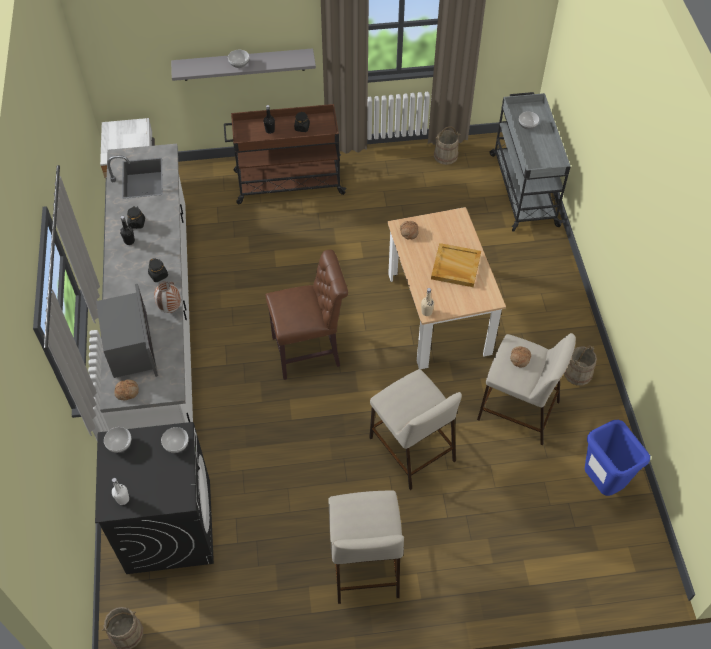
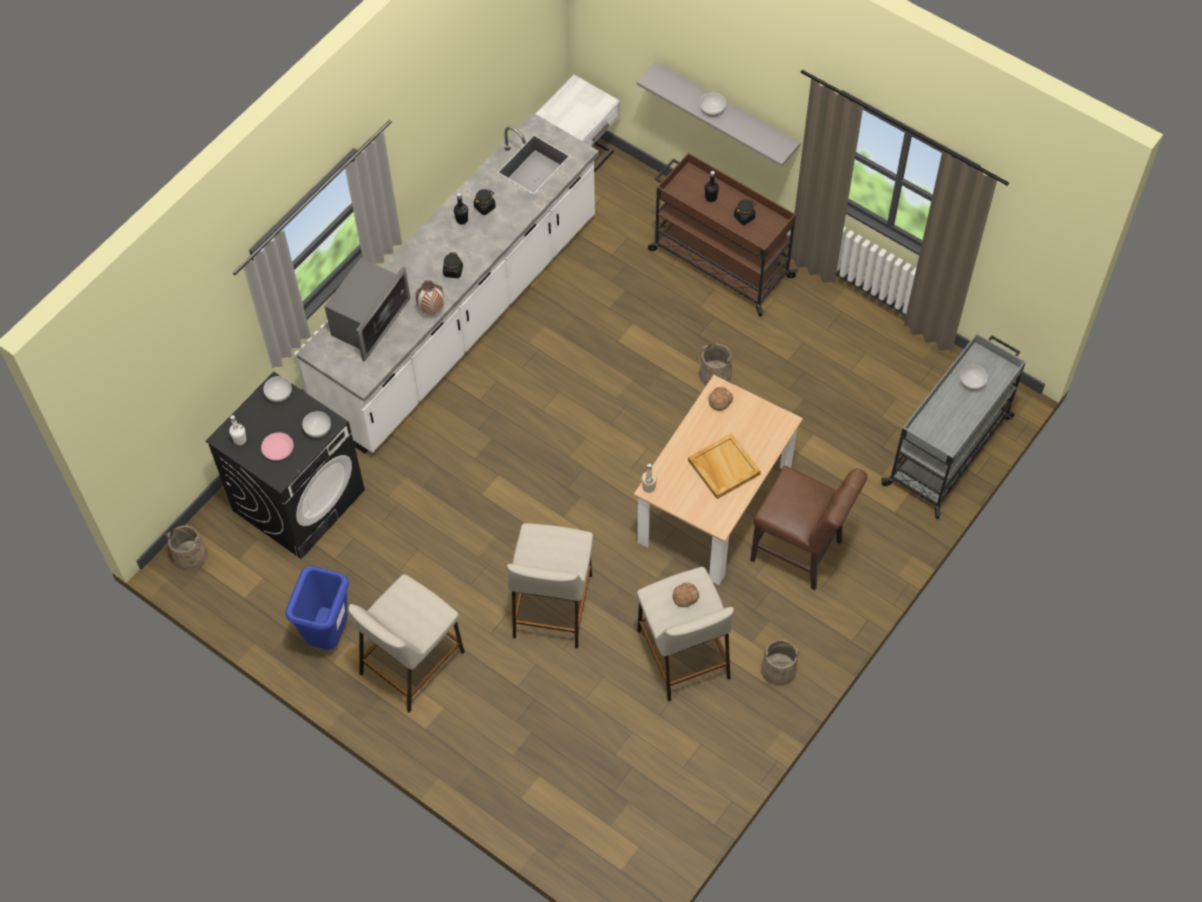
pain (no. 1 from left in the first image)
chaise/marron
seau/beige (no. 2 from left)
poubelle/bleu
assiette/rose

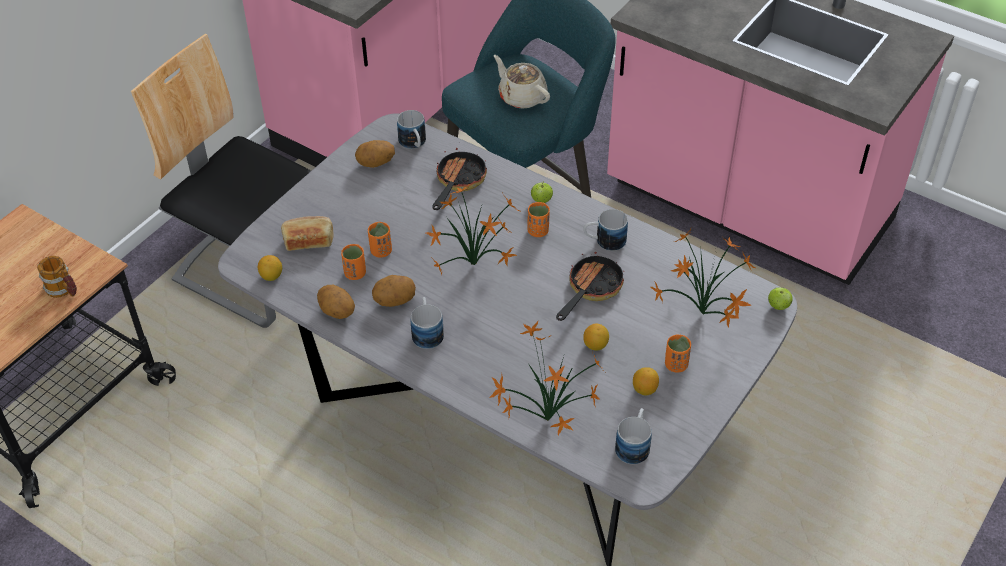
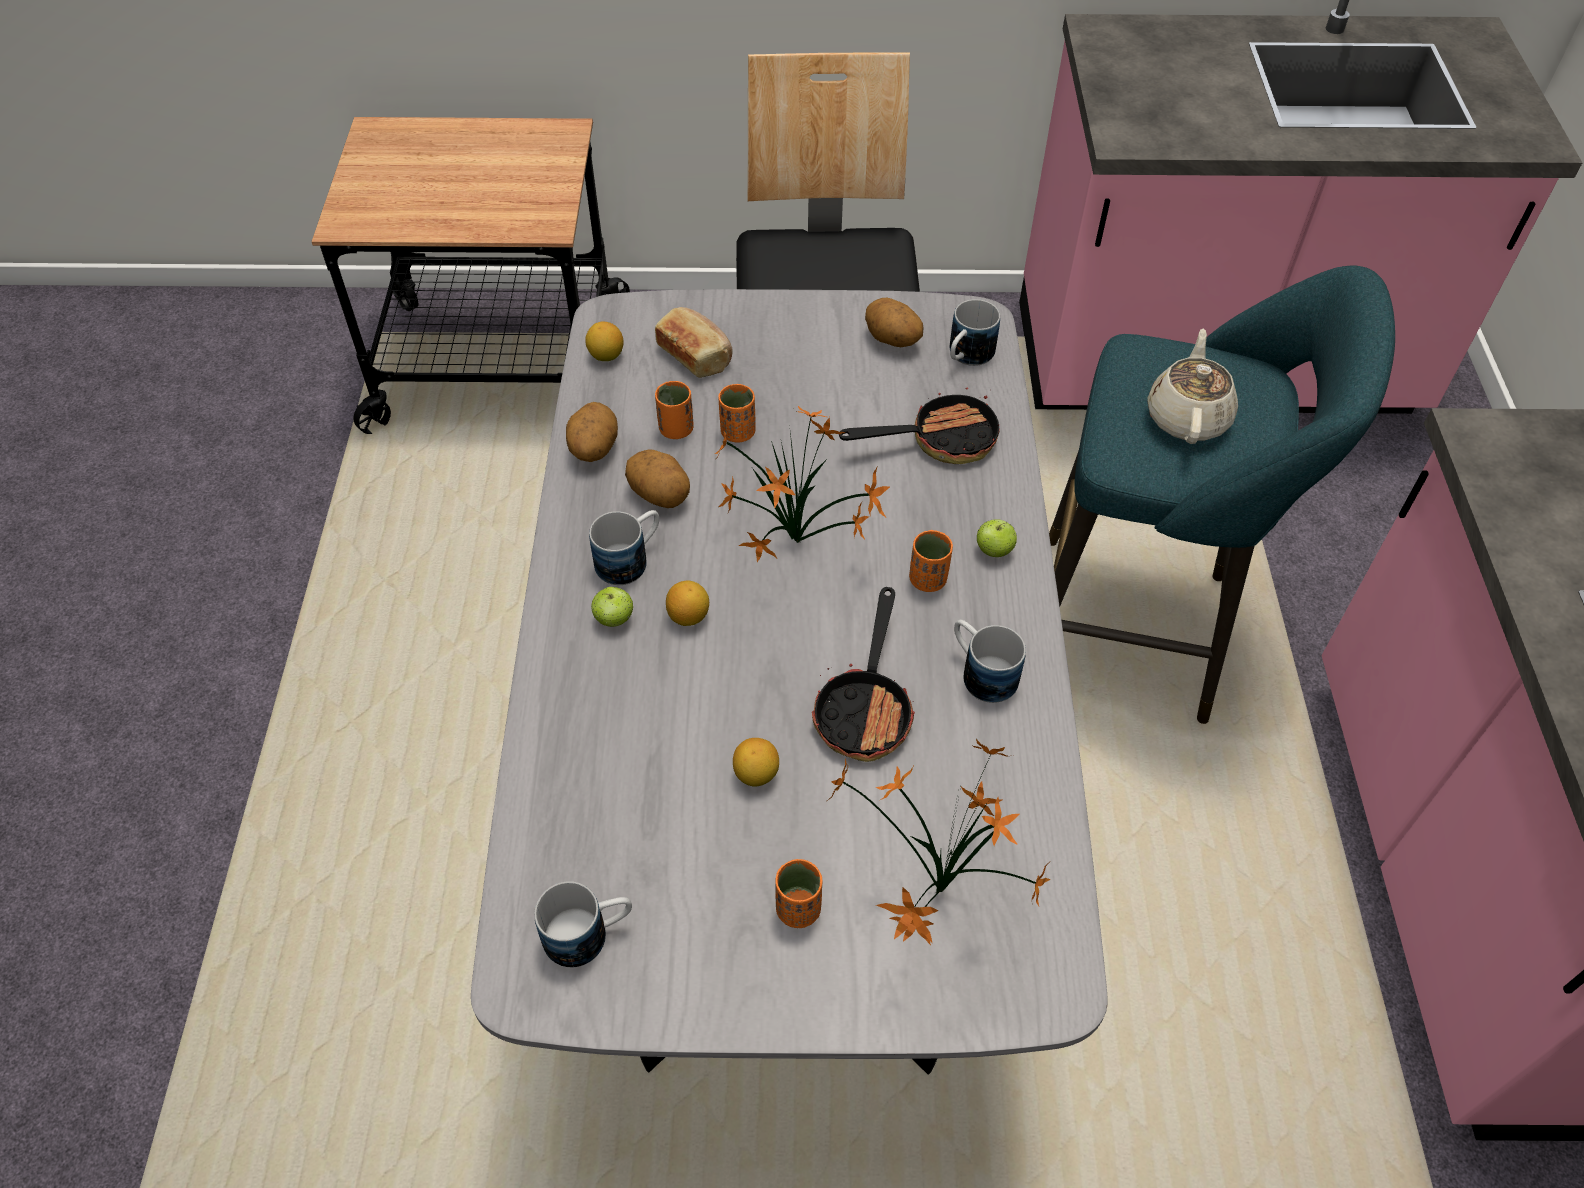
mug (no. 1 from left in the first image)
plante en pot (no. 2 from left in the first image)
poêle (no. 1 from left)
citron (no. 2 from left)
pomme (no. 1 from left)

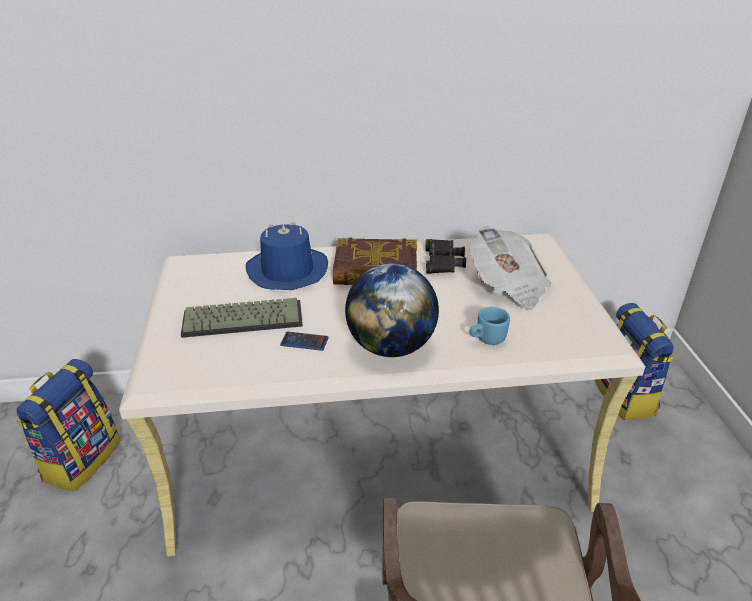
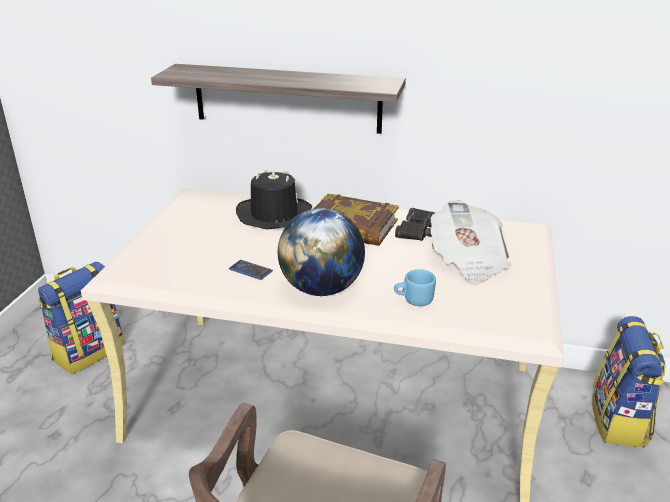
clavier
chapeau/noir
étagère

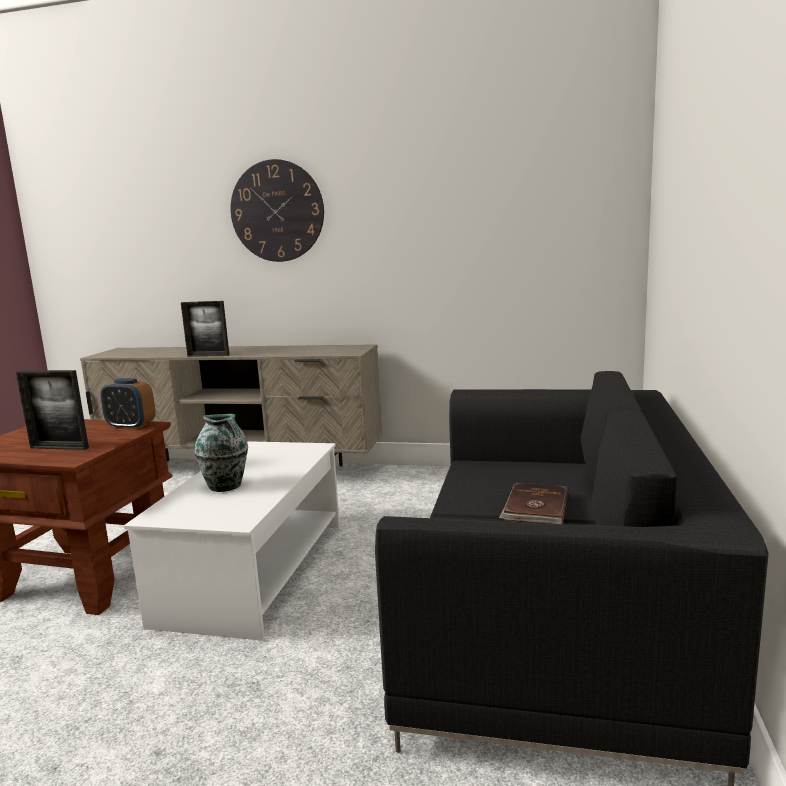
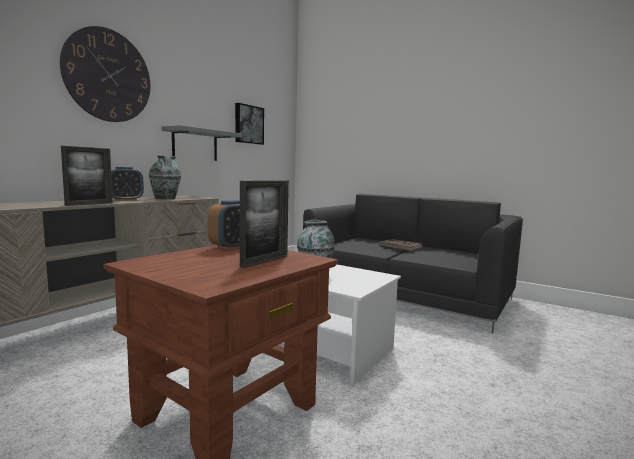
réveil (no. 1 from left)
vase (no. 1 from left)
étagère/gris
tableau

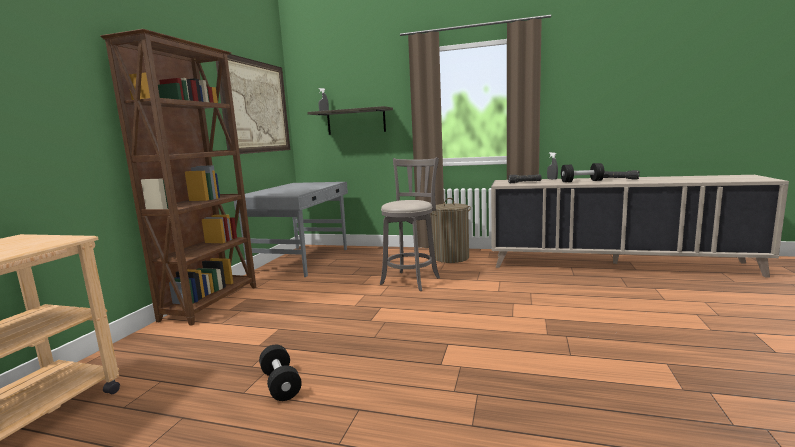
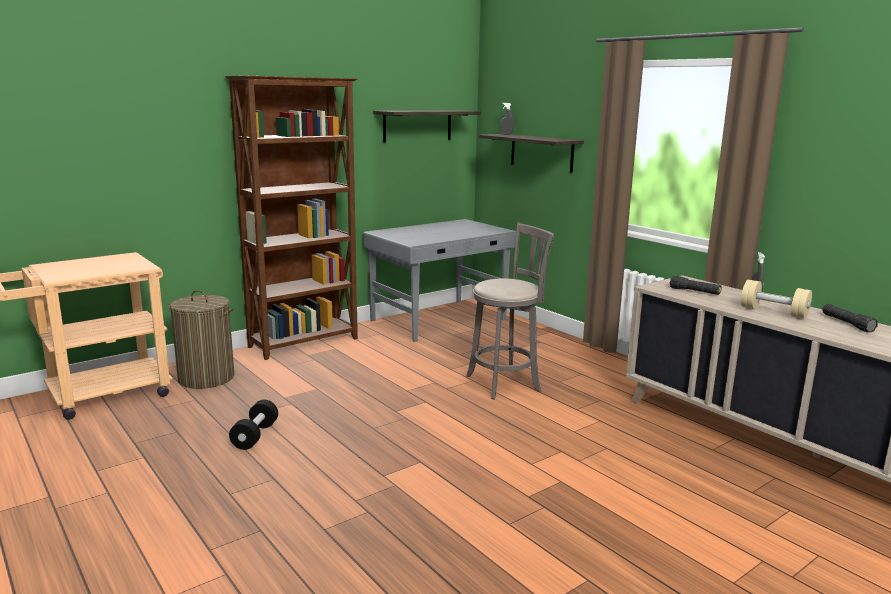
étagère (no. 1 from left)
panier à linge
haltère/beige

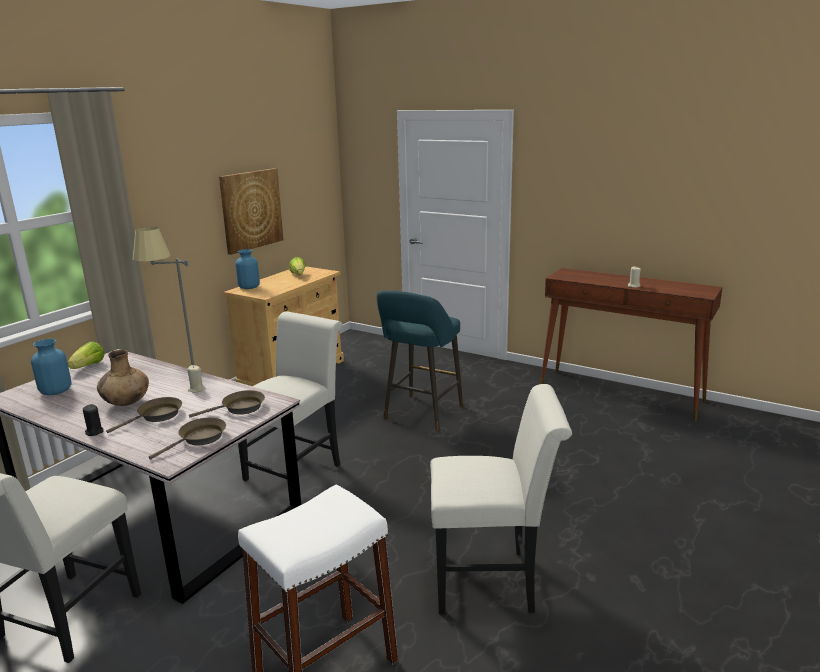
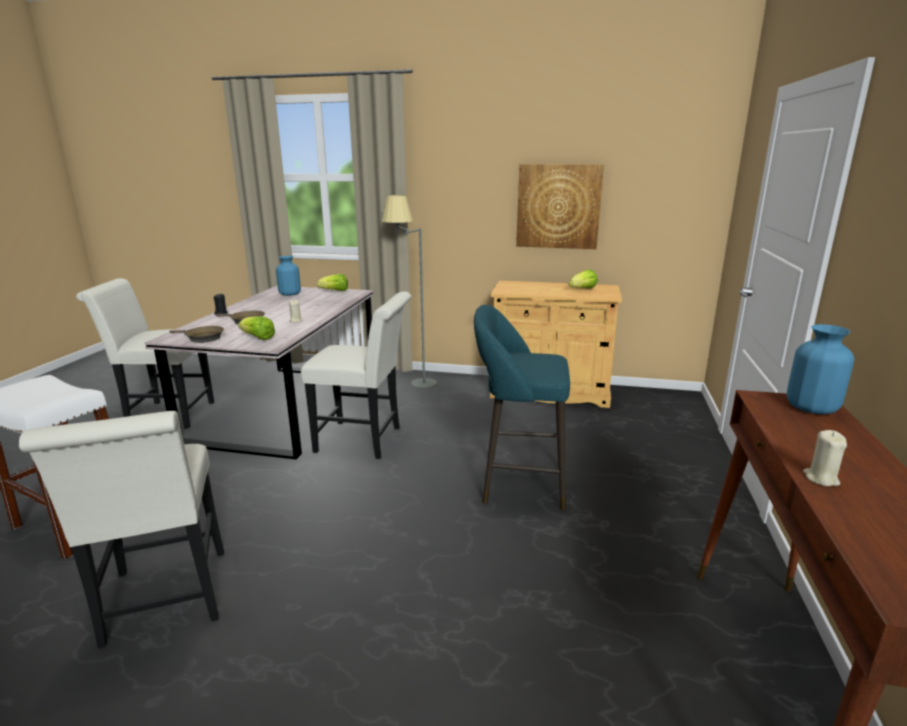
vase/marron
laitue (no. 1 from left)
vase/bleu (no. 2 from left)

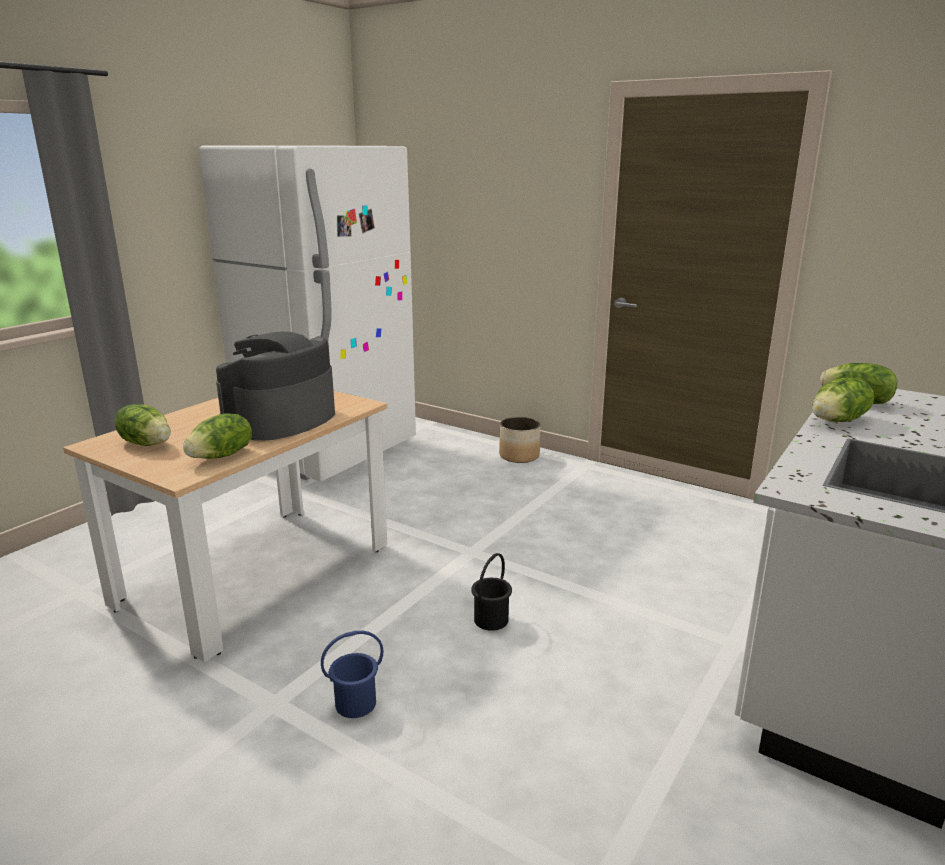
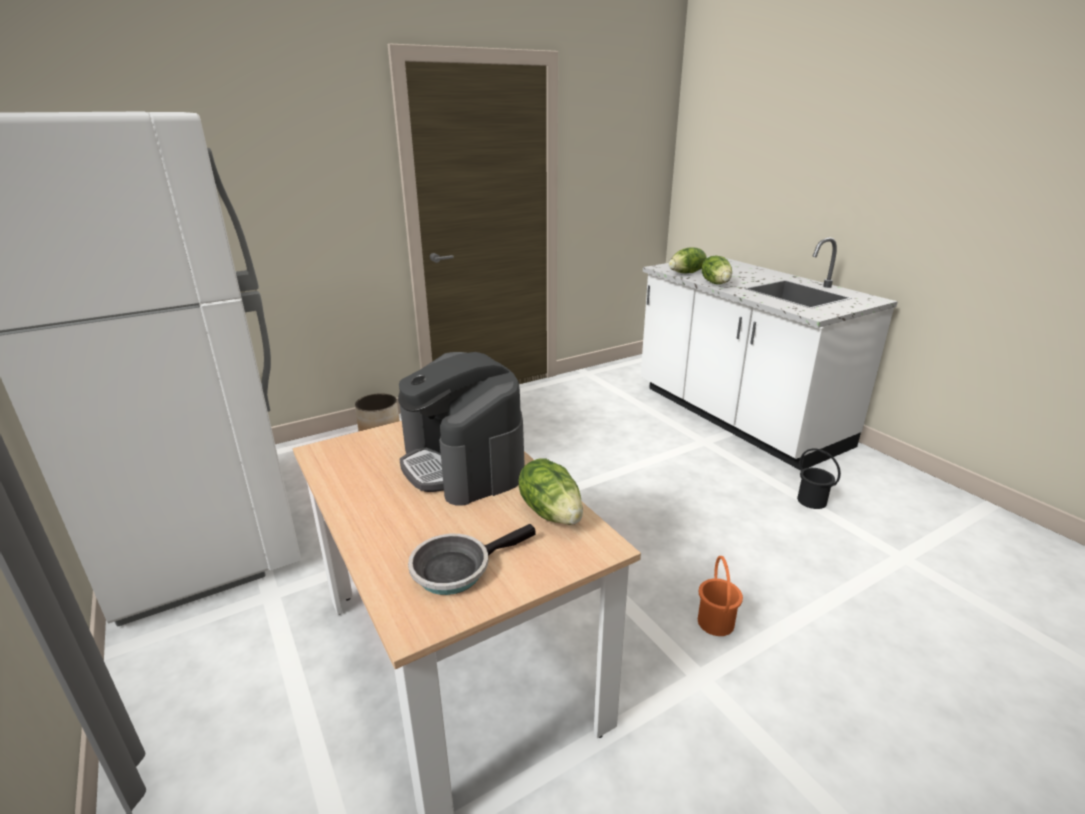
poêle
seau/orange
seau/noir

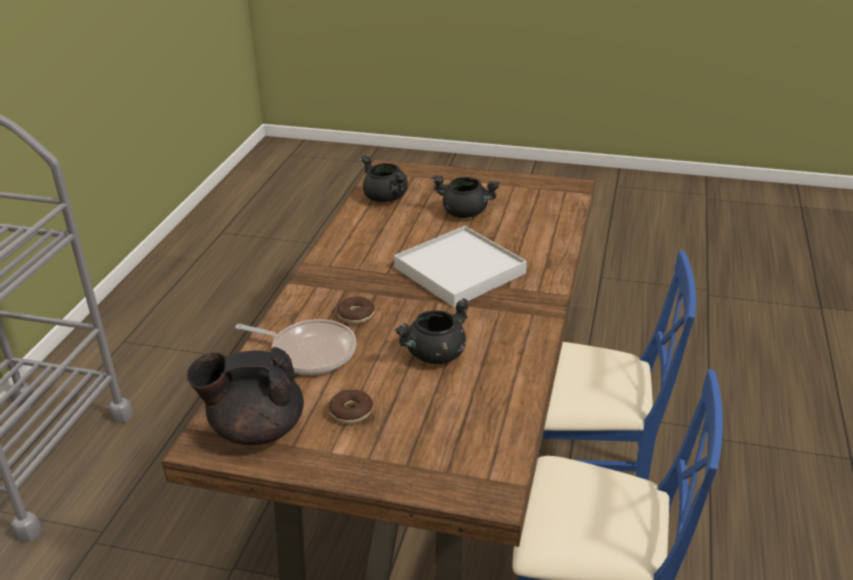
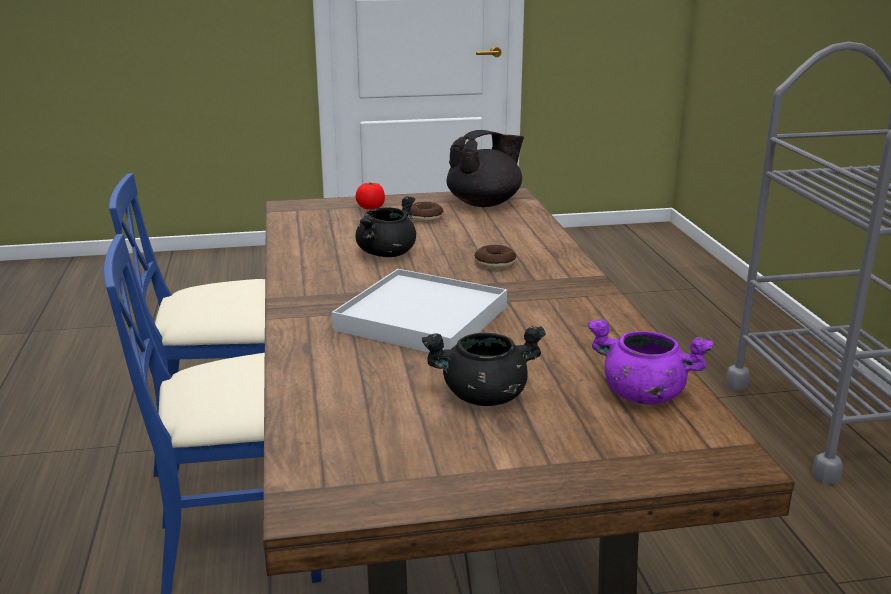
poêle
marmite/violet
tomate

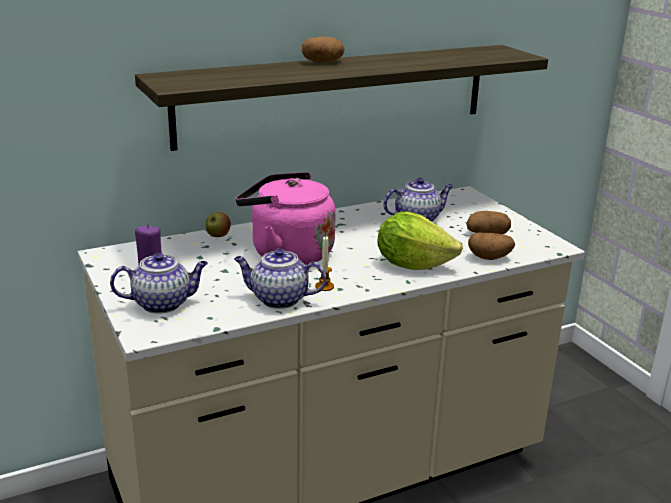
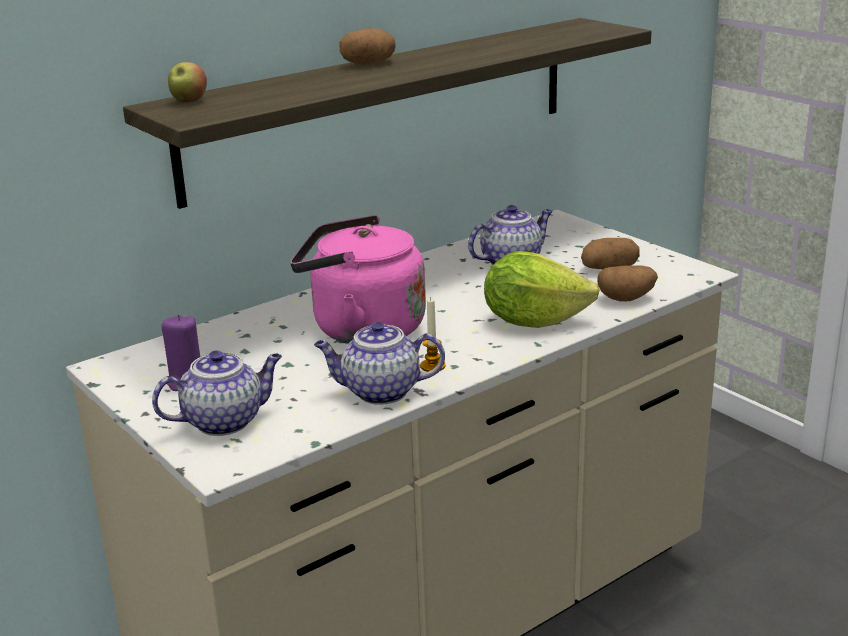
pomme

